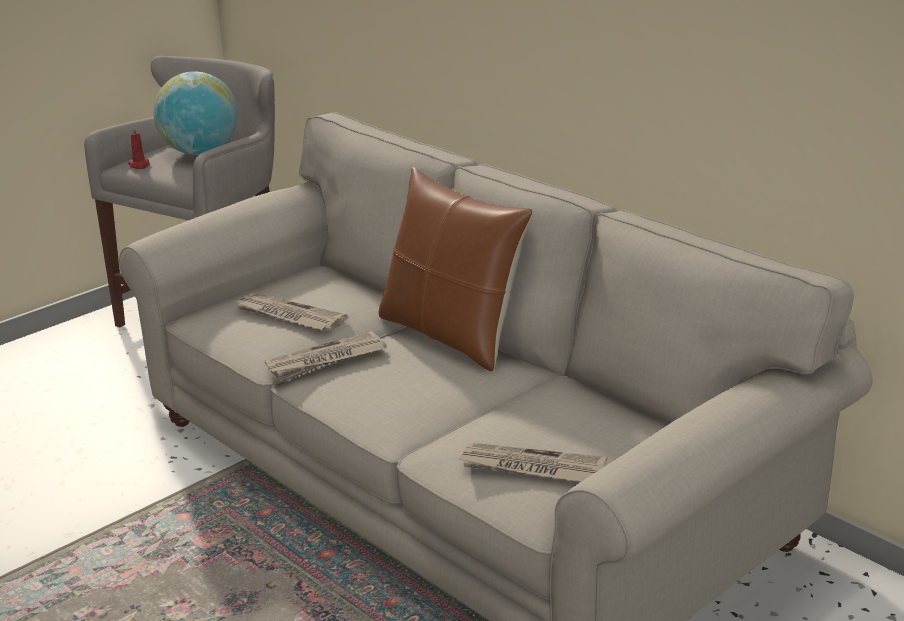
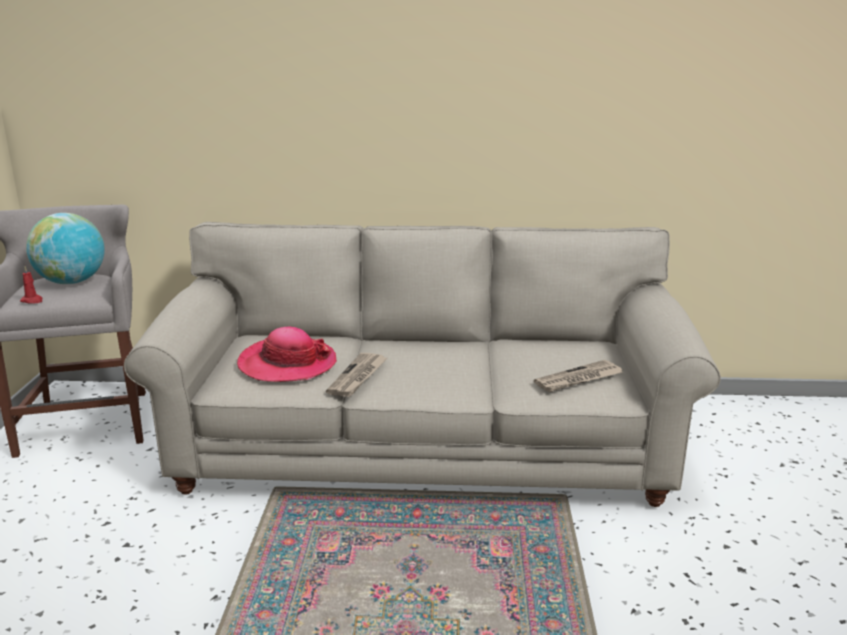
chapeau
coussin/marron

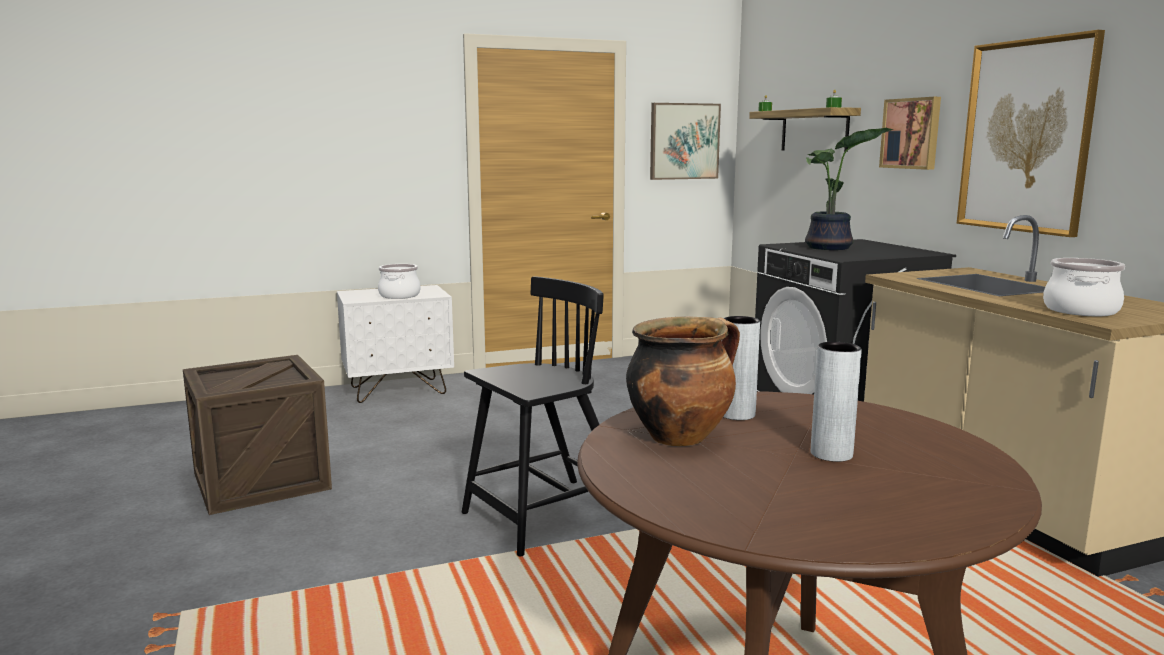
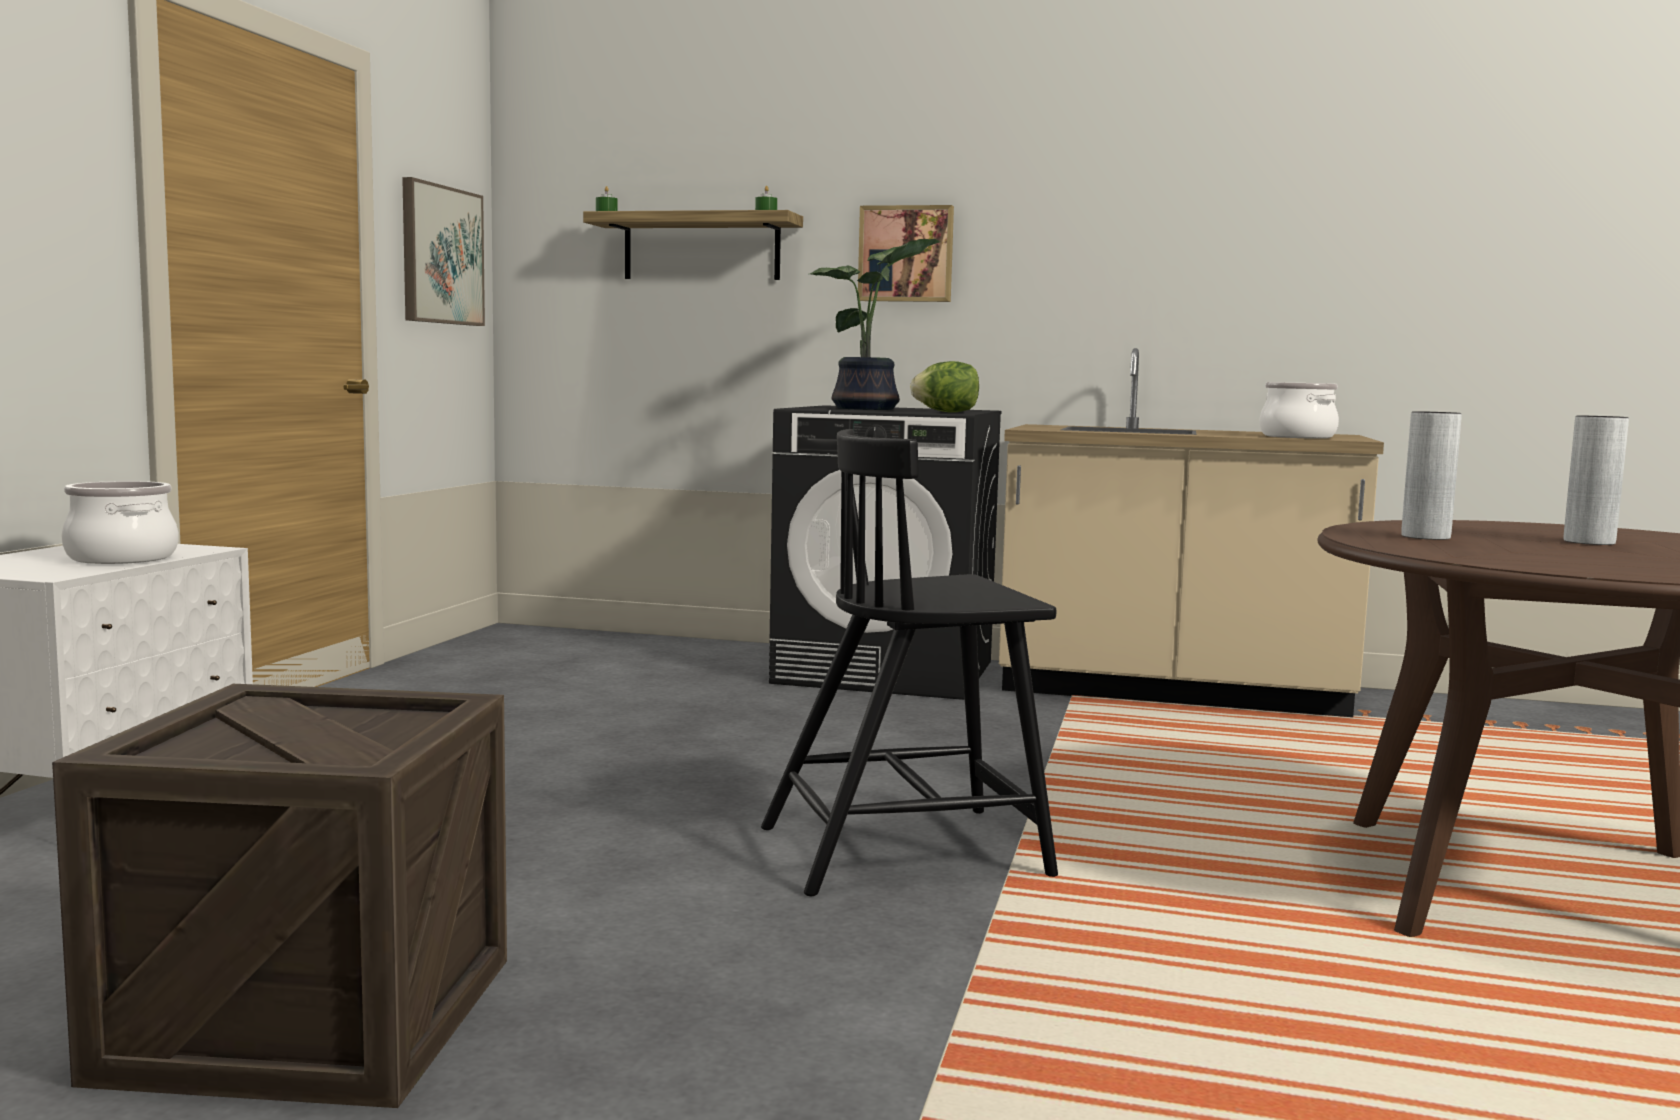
chaise/noir
marmite (no. 2 from left in the first image)
tableau (no. 3 from left in the first image)
laitue

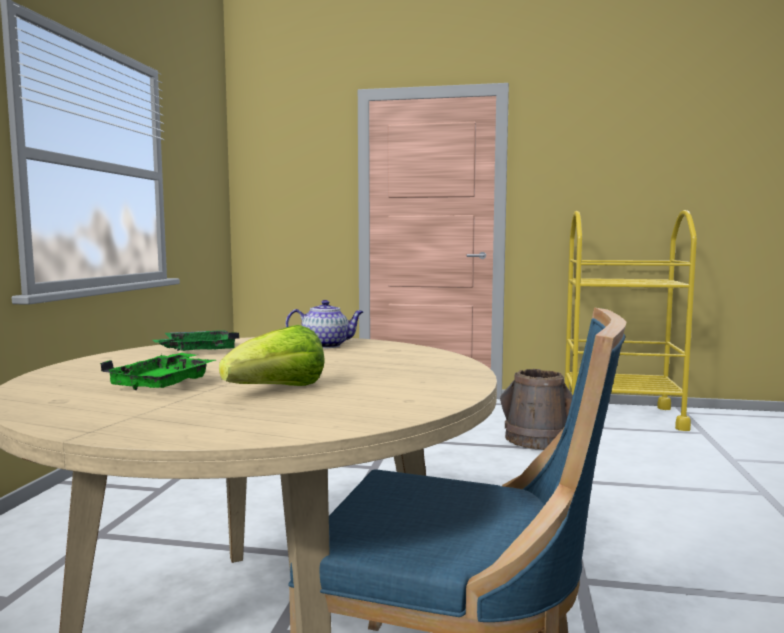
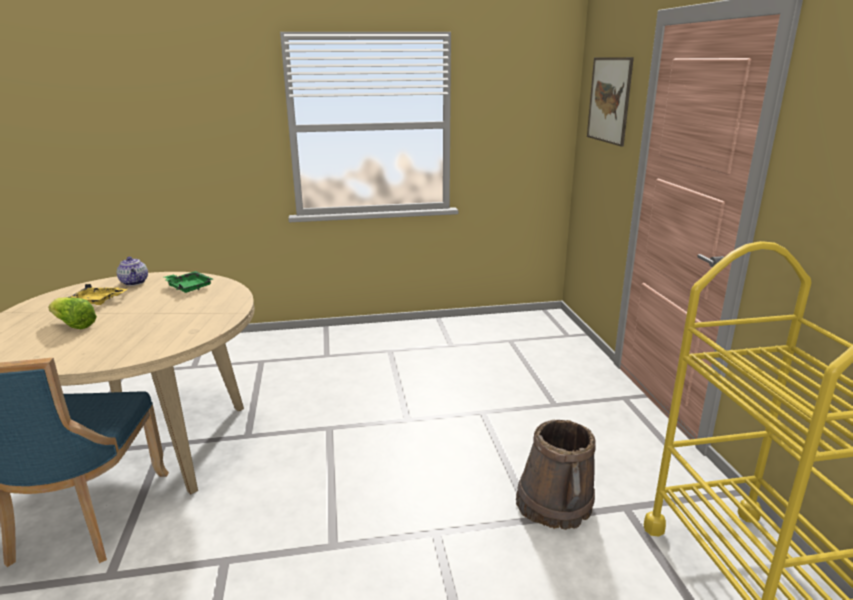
plateau/jaune
théière
tableau

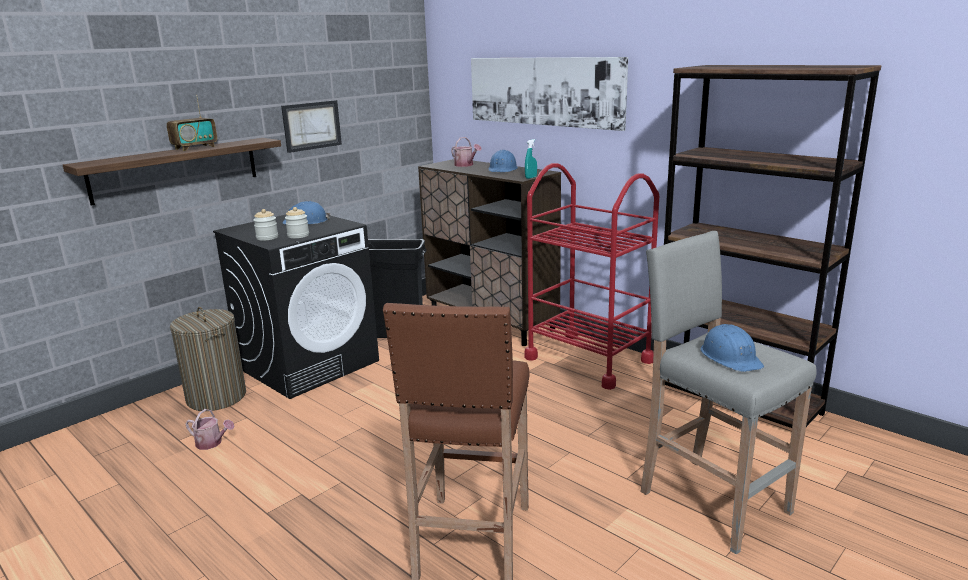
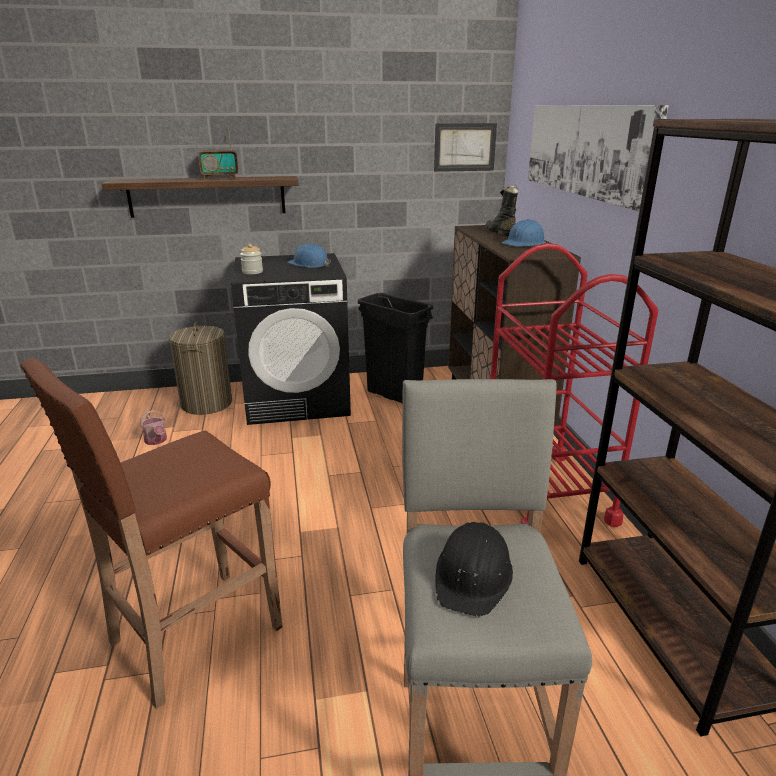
tableau (no. 1 from left)
bocal (no. 2 from left in the first image)
botte/noir
vaporisateur/turquoise
casque de chantier/noir

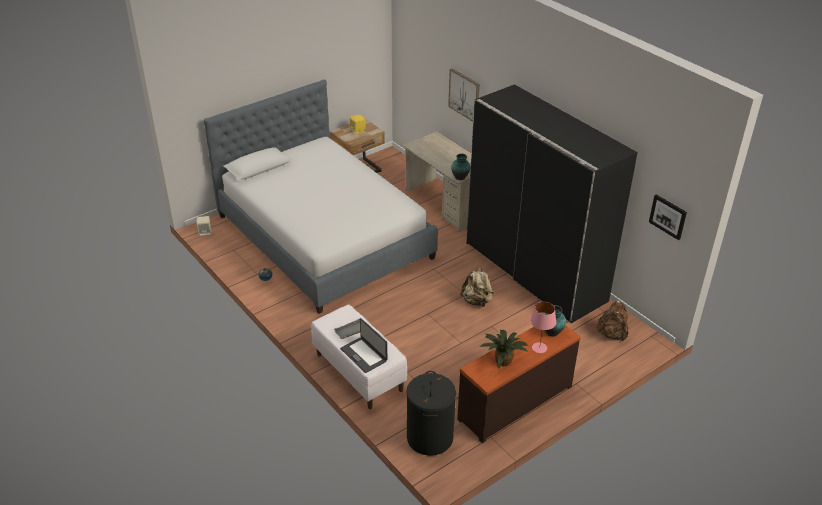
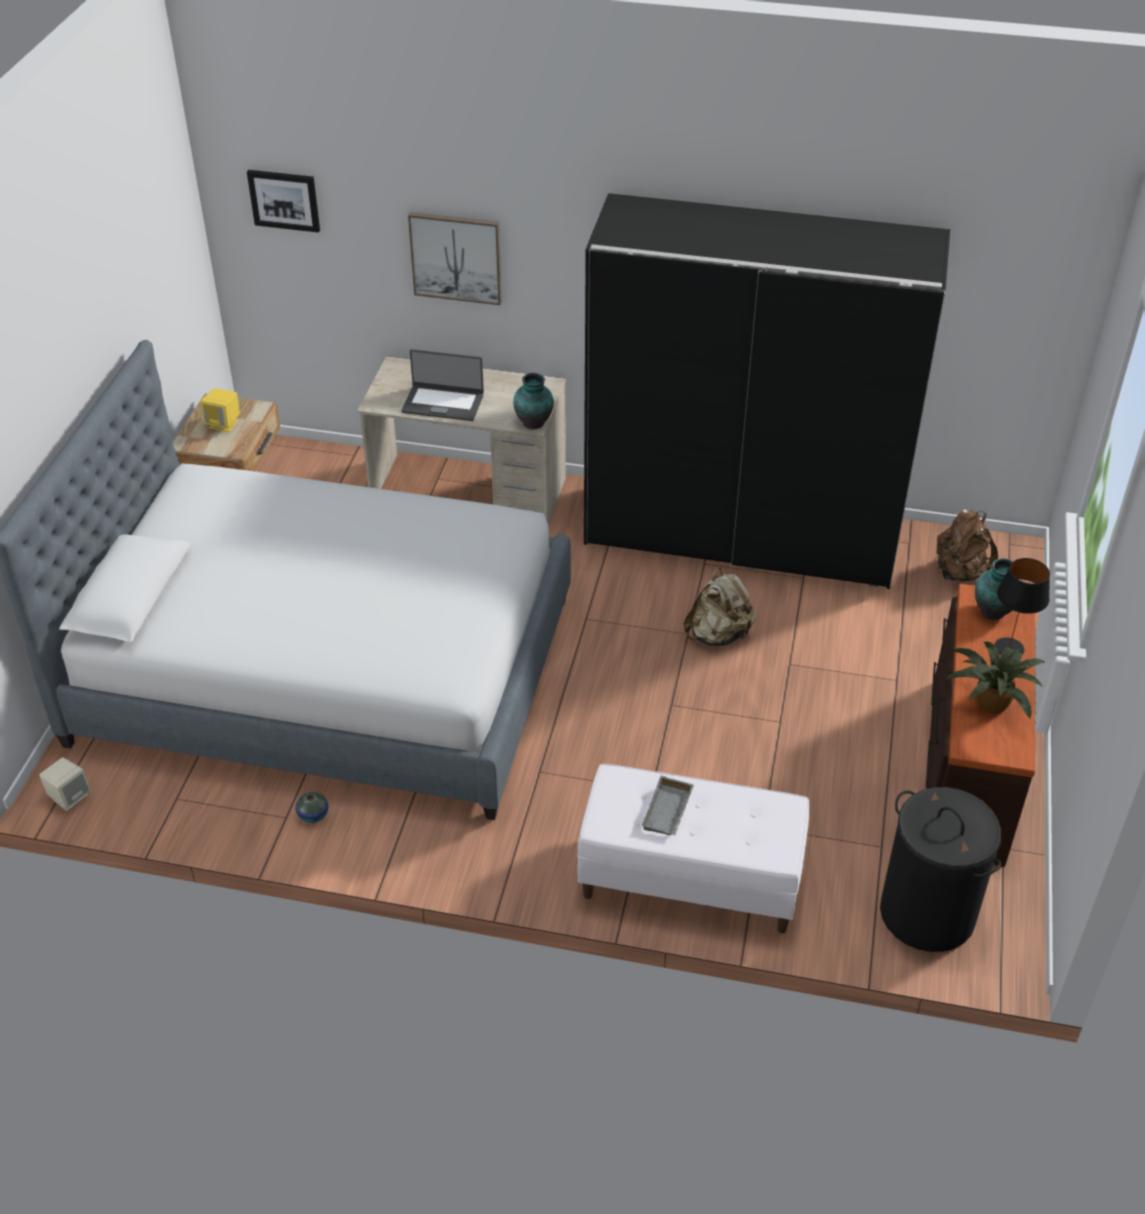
ordinateur portable
lampe de table/noir
tableau (no. 1 from left)

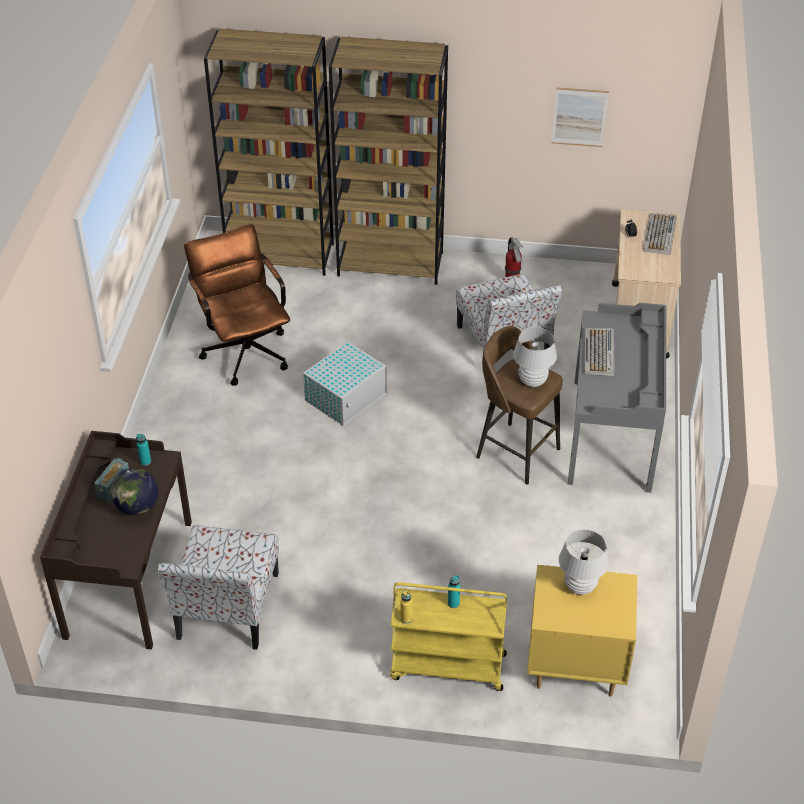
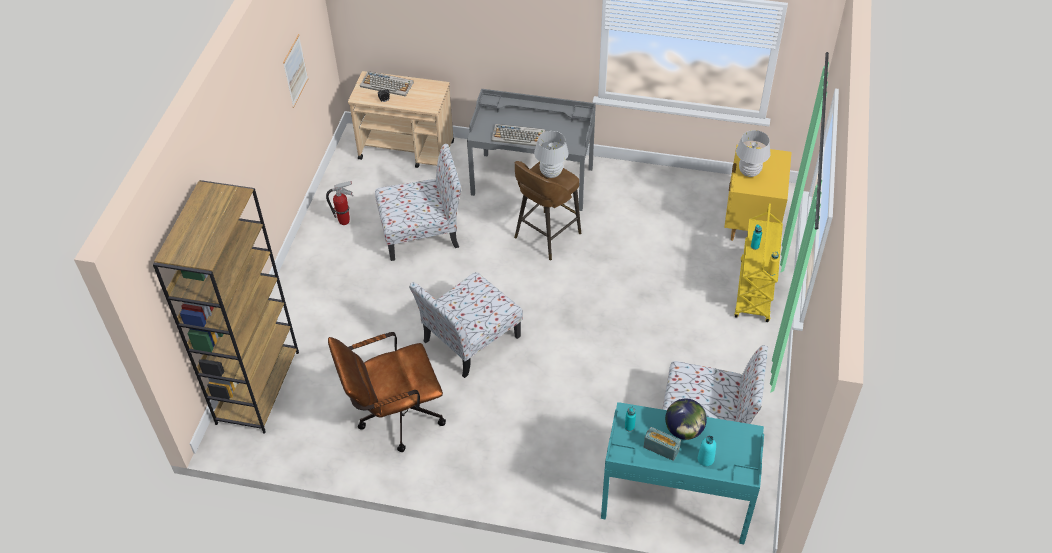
bureau/turquoise
chaise (no. 2 from left)
bibliothèque/marron (no. 2 from left in the first image)
bouteille/turquoise (no. 2 from left)

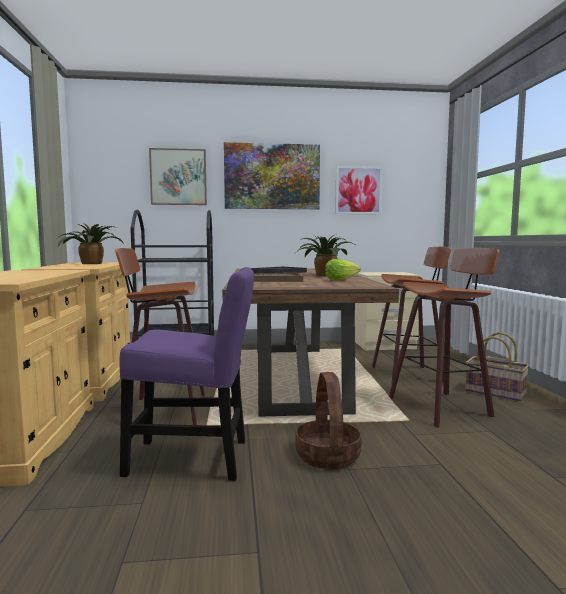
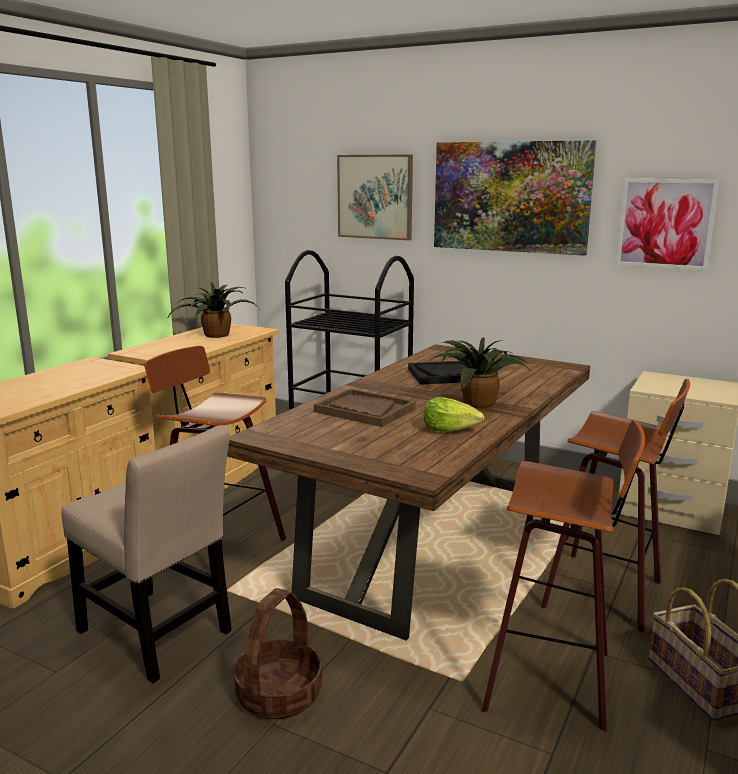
chaise/beige

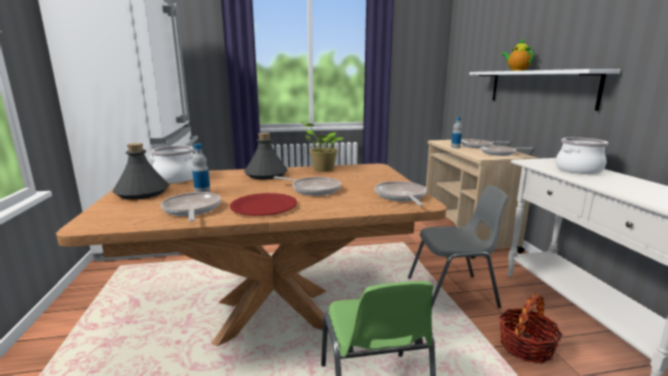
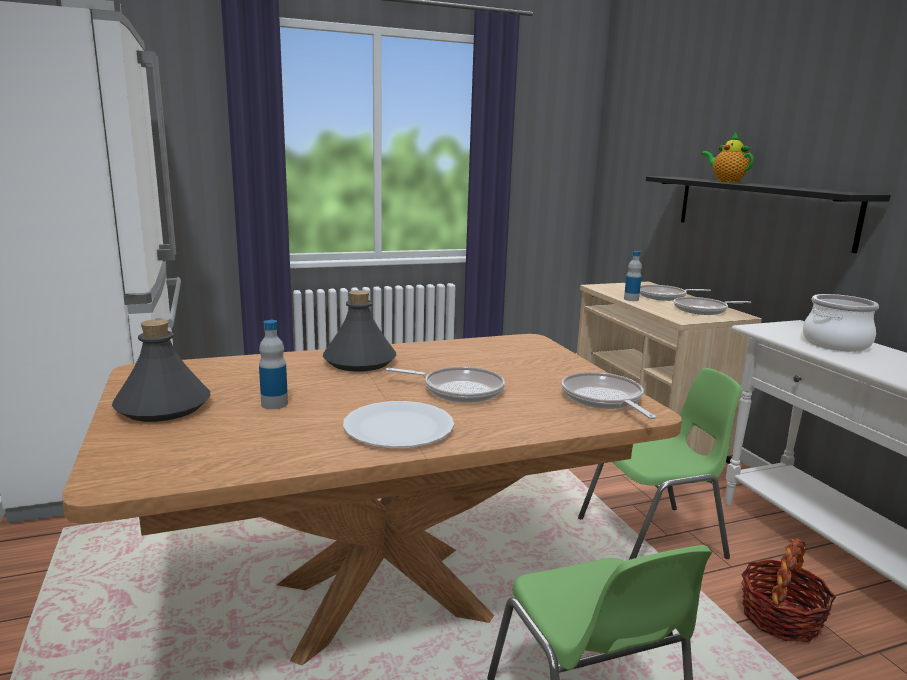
marmite (no. 1 from left in the first image)
poêle (no. 1 from left in the first image)
assiette/blanc
plante en pot
chaise/vert (no. 2 from left)
étagère/noir

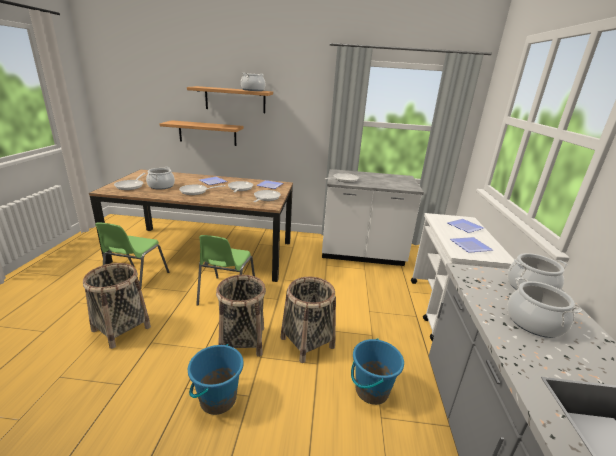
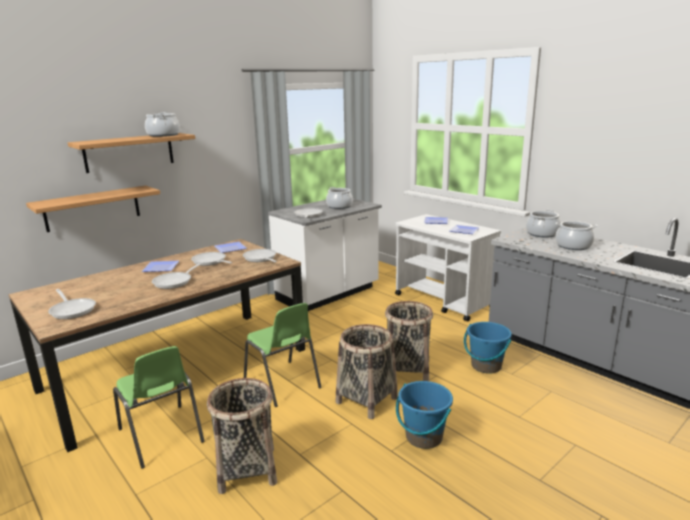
marmite (no. 2 from left)

